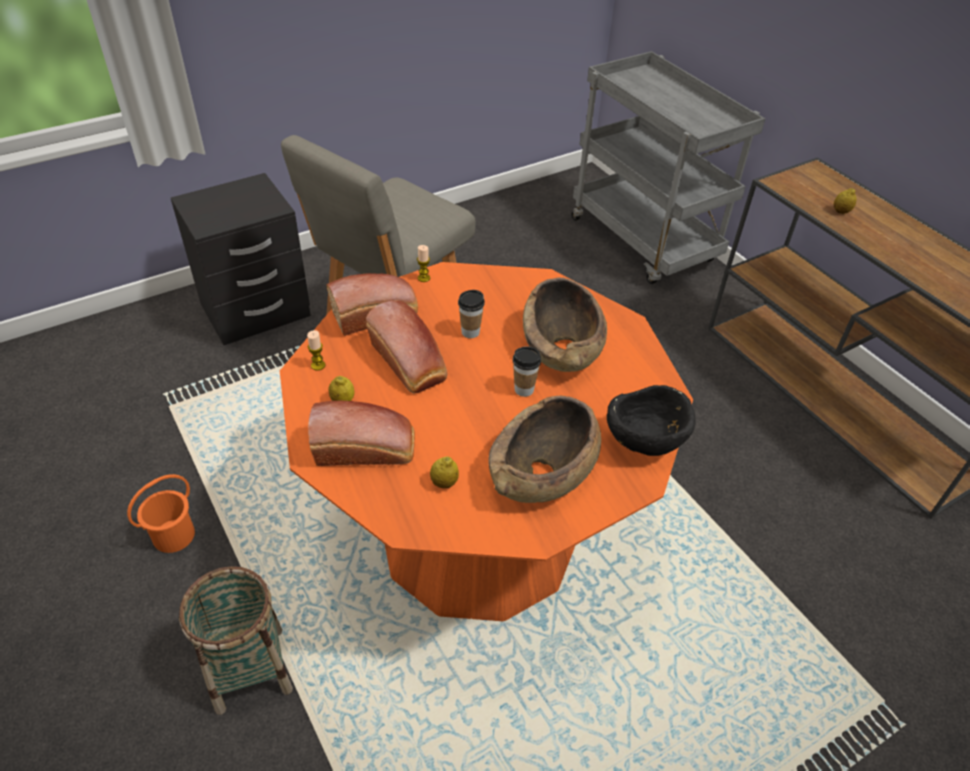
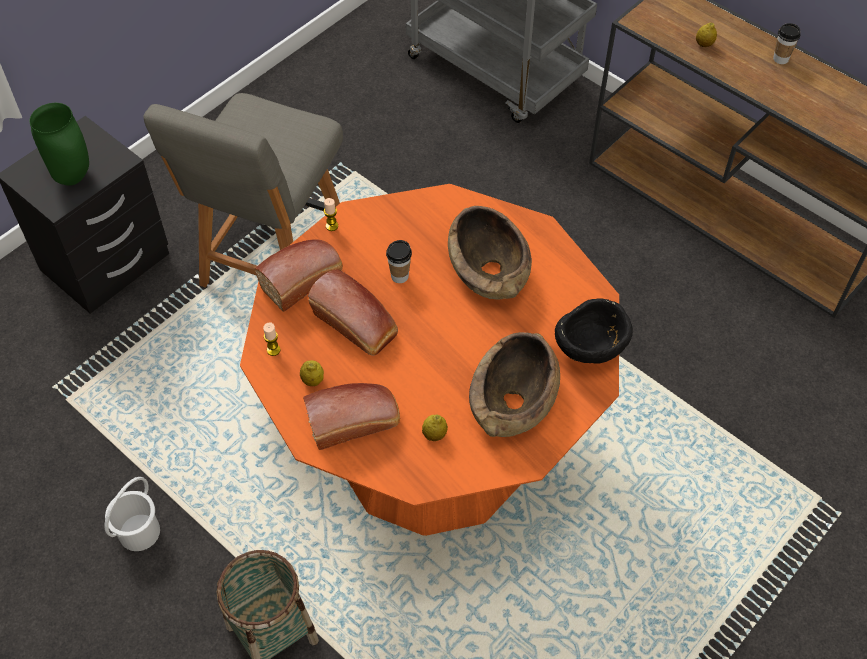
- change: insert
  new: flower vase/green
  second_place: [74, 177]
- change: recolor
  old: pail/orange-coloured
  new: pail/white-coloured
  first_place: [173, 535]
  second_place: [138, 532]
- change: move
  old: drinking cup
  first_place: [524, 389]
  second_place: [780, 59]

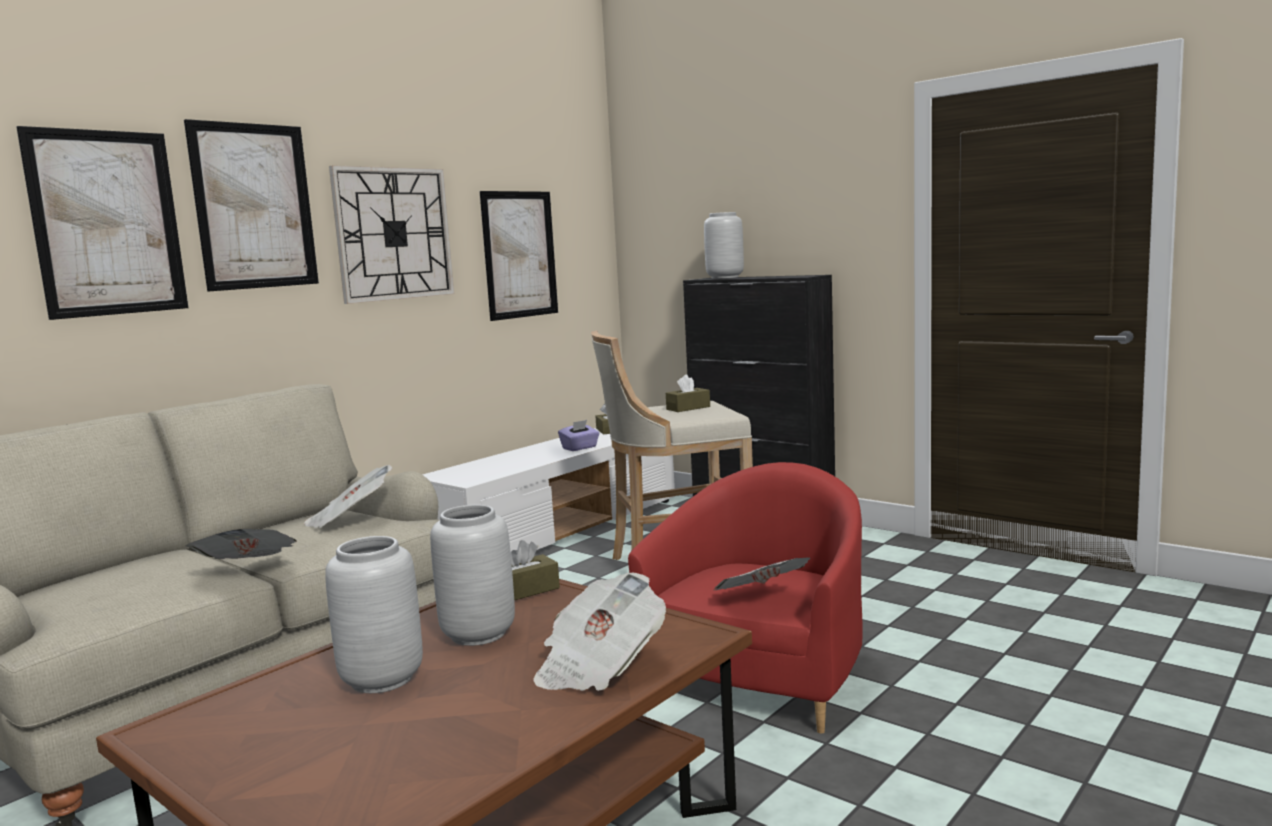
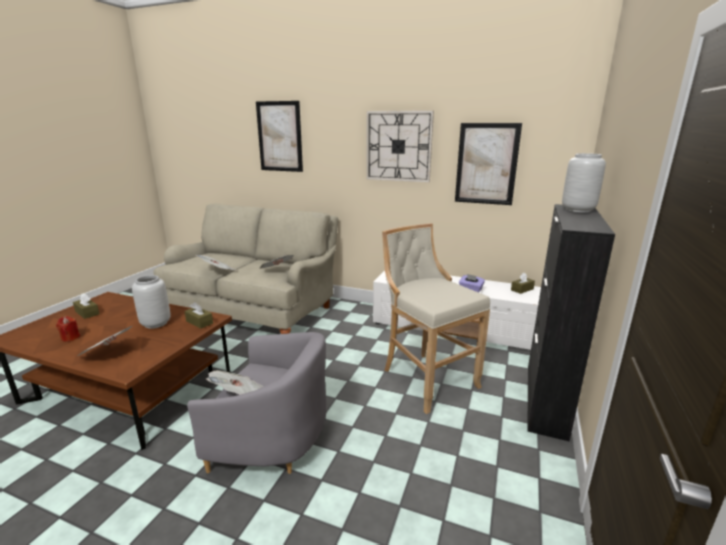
- change: insert
  new: wax candle/red-coloured
  second_place: [70, 337]
- change: move
  old: tissue holder/brownish
  first_place: [688, 408]
  second_place: [87, 313]
- change: recolor
  old: easy chair/red-coloured
  new: easy chair/grey
  first_place: [762, 677]
  second_place: [272, 439]
- change: delete
  old: wall art
  first_place: [254, 206]
- change: delete
  old: flower vase/grey
  first_place: [380, 680]

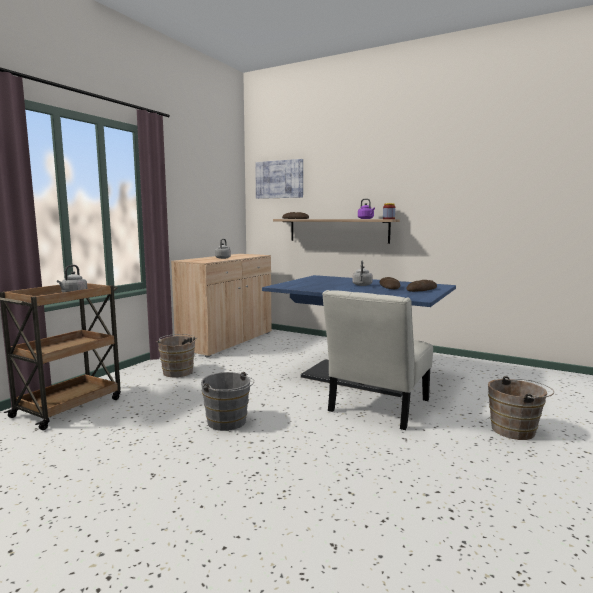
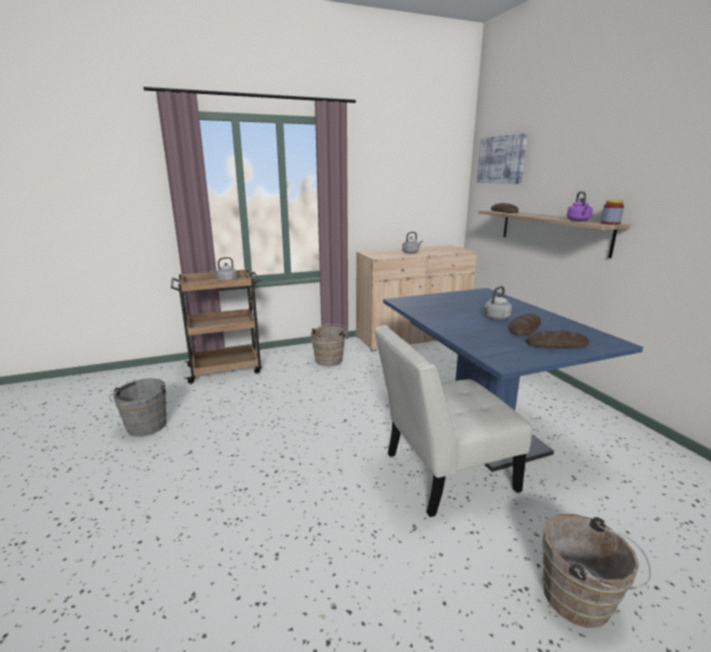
- change: move
  old: pail/grey
  first_place: [228, 423]
  second_place: [145, 428]

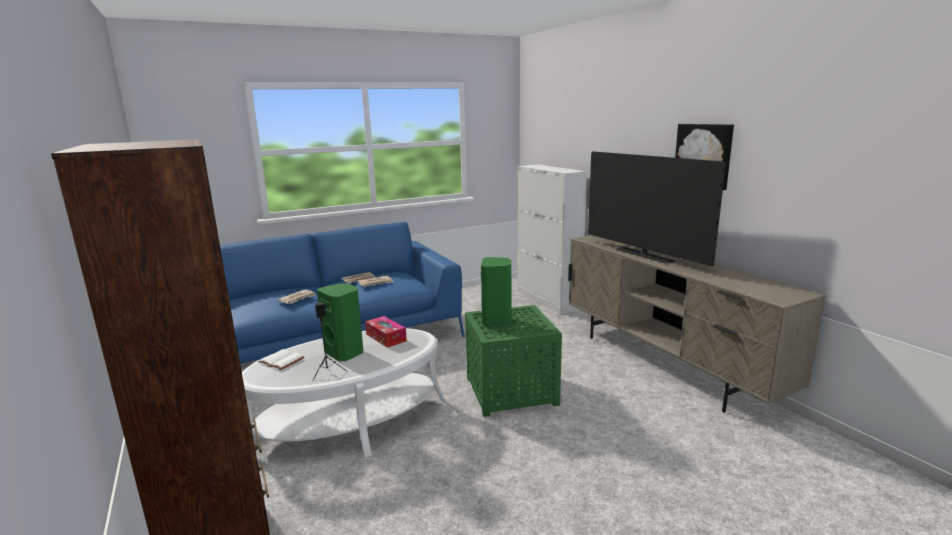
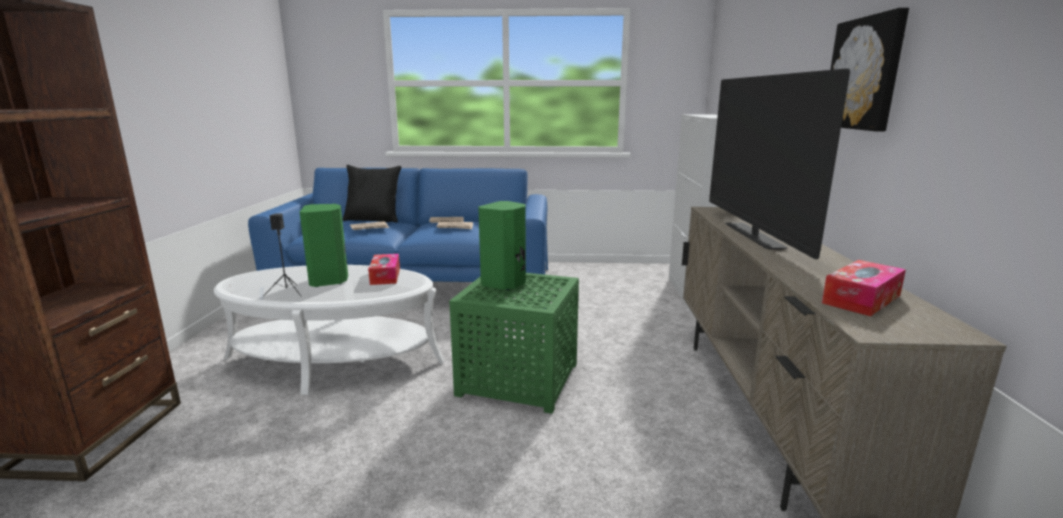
- change: insert
  new: pillow/black
  second_place: [374, 219]
- change: insert
  new: tissue holder
  second_place: [861, 299]
- change: delete
  old: volume/white-coloured
  first_place: [283, 360]

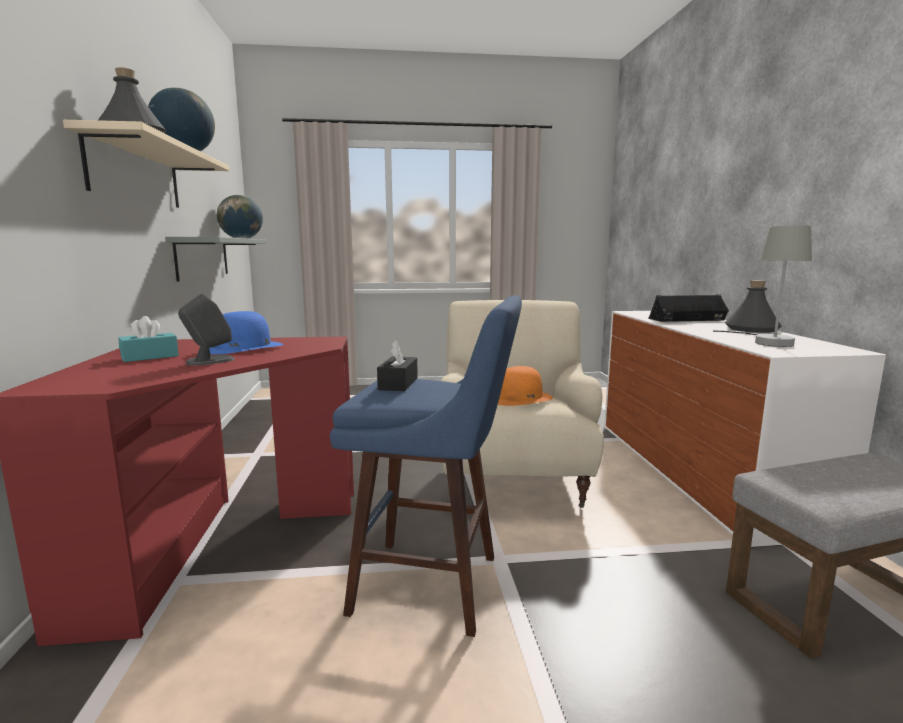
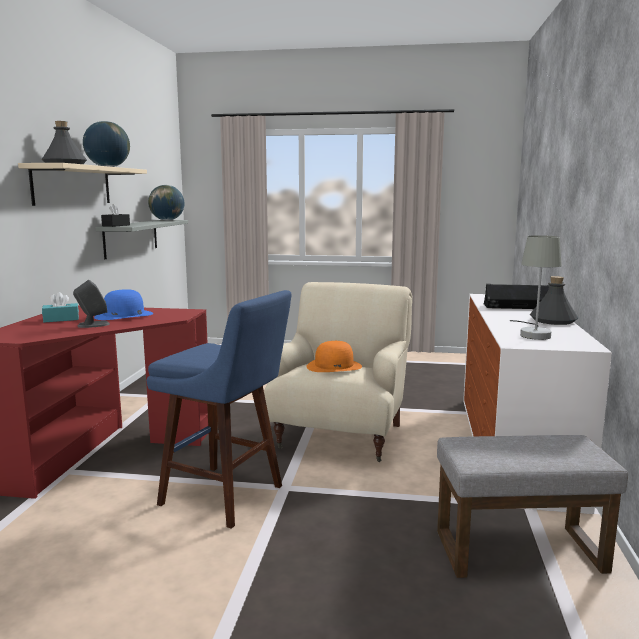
- change: move
  old: tissue holder/black
  first_place: [398, 384]
  second_place: [116, 225]

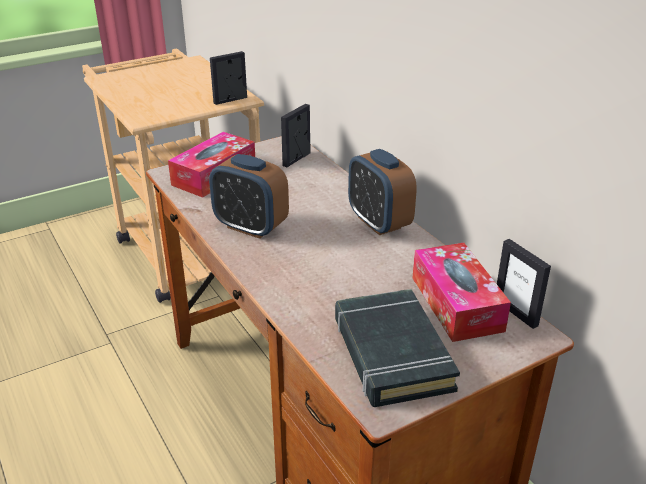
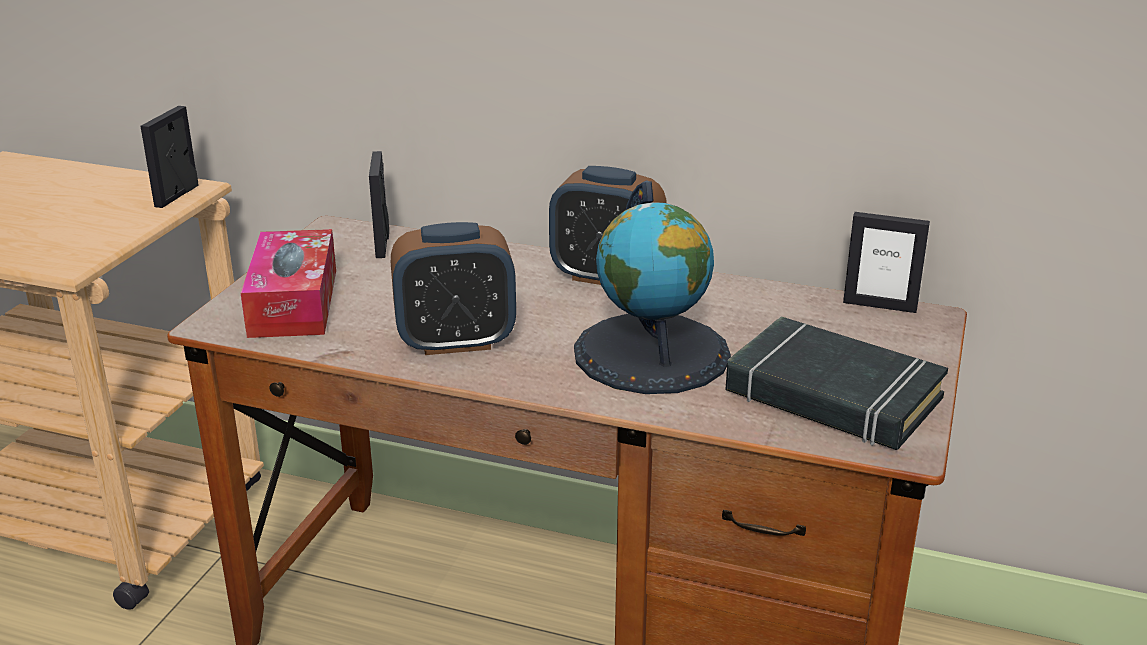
- change: insert
  new: world globe
  second_place: [652, 353]
- change: delete
  old: tissue holder
  first_place: [456, 303]

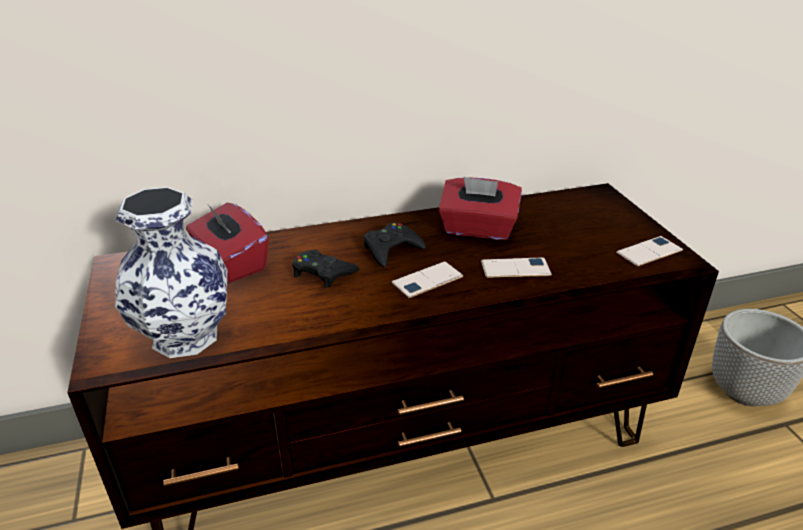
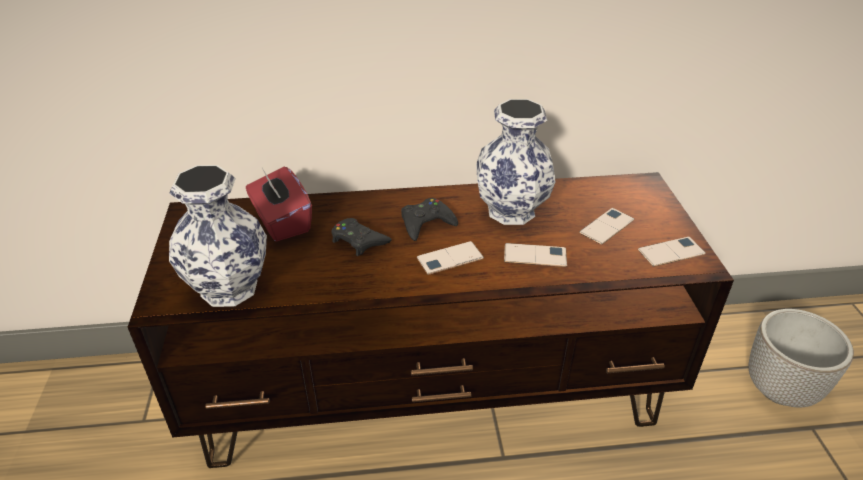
- change: replace
  old: tissue holder/red-coloured
  new: flower vase
  first_place: [478, 229]
  second_place: [512, 210]
- change: insert
  new: handset
  second_place: [606, 226]

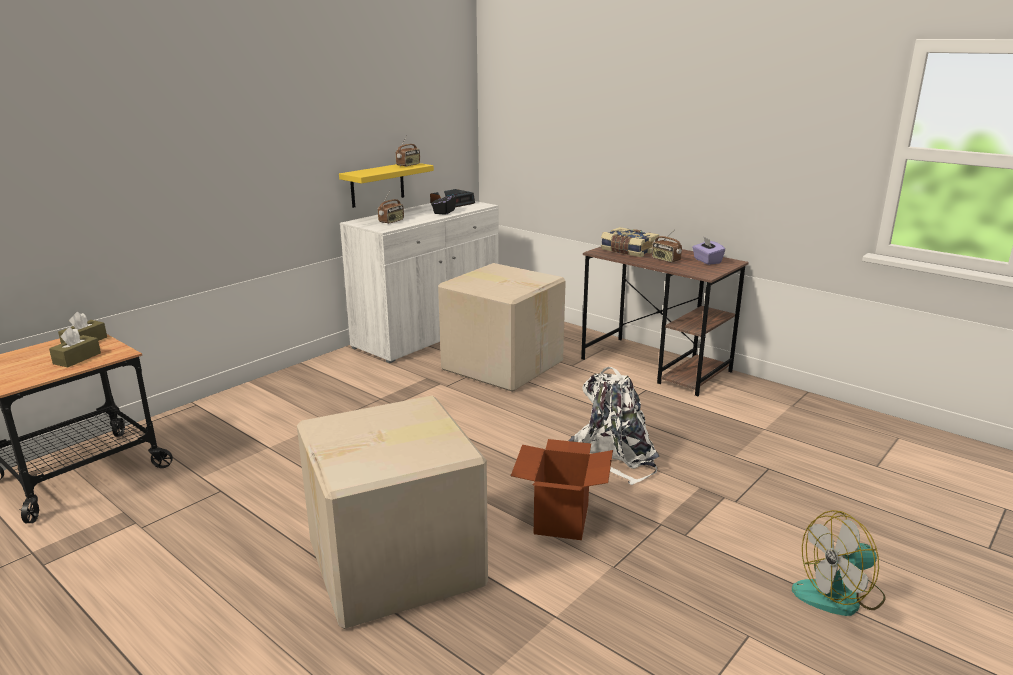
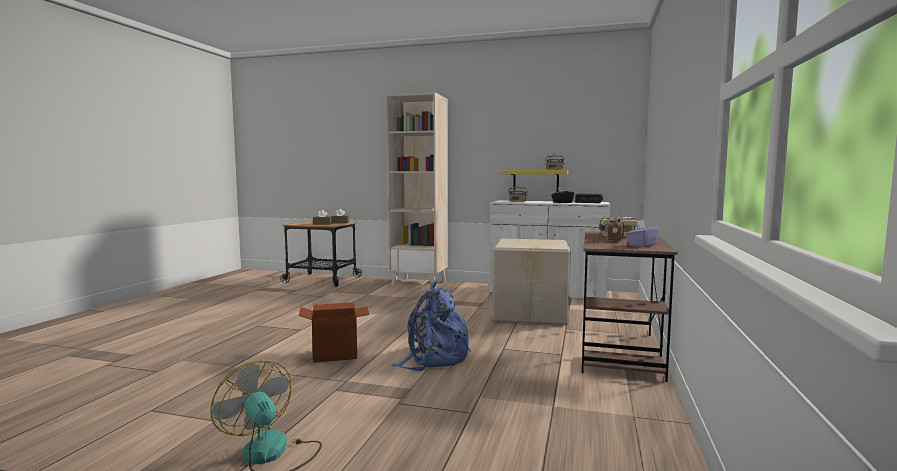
- change: insert
  new: bookcase/beige
  second_place: [419, 284]
- change: recolor
  old: rucksack/white-coloured
  new: rucksack/blue
  first_place: [615, 455]
  second_place: [433, 358]
- change: delete
  old: cardboard box
  first_place: [398, 564]

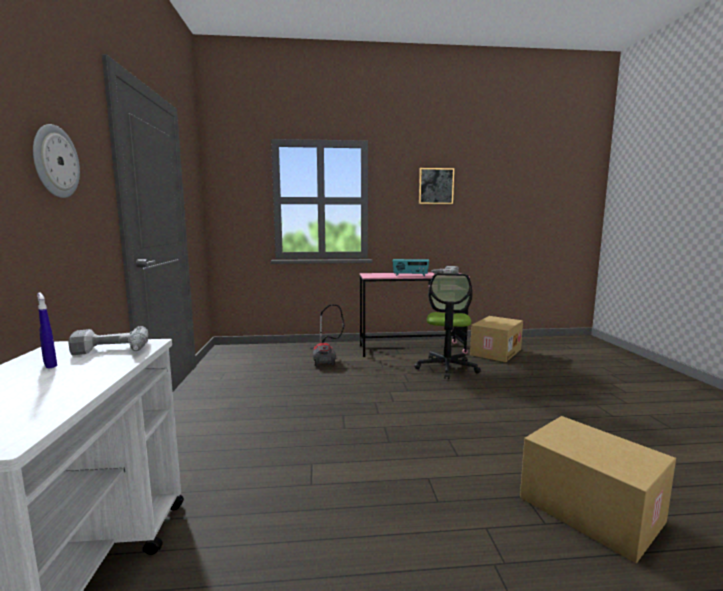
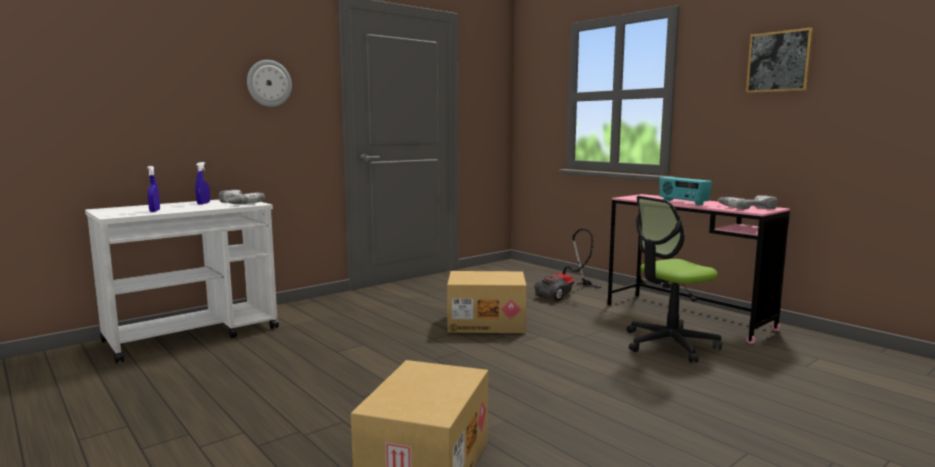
- change: insert
  new: hand sprayer/blue
  second_place: [154, 211]
- change: move
  old: cardboard box
  first_place: [495, 352]
  second_place: [487, 323]

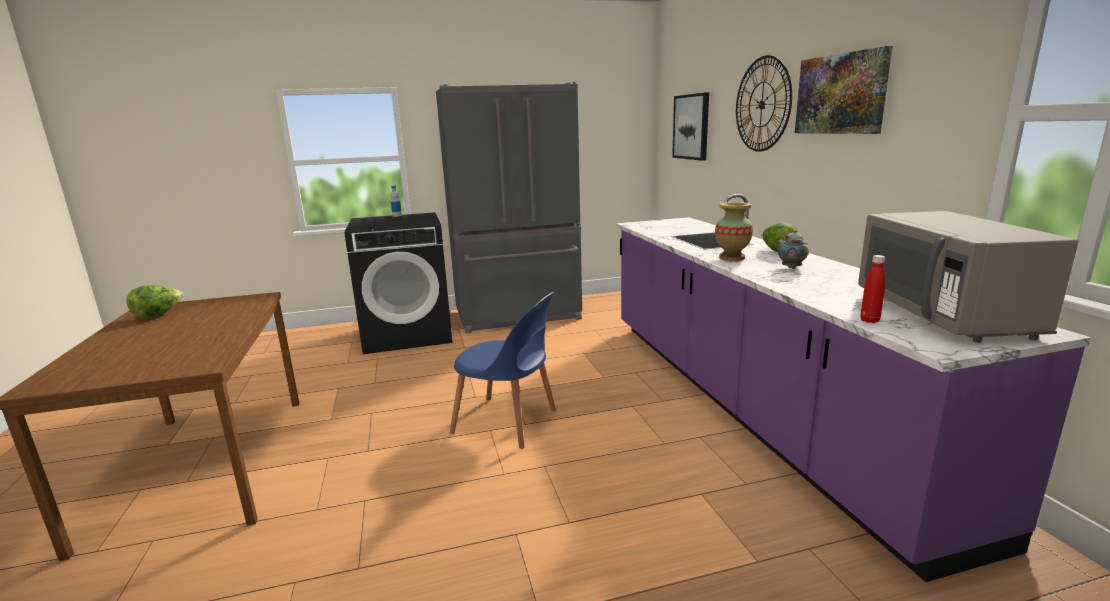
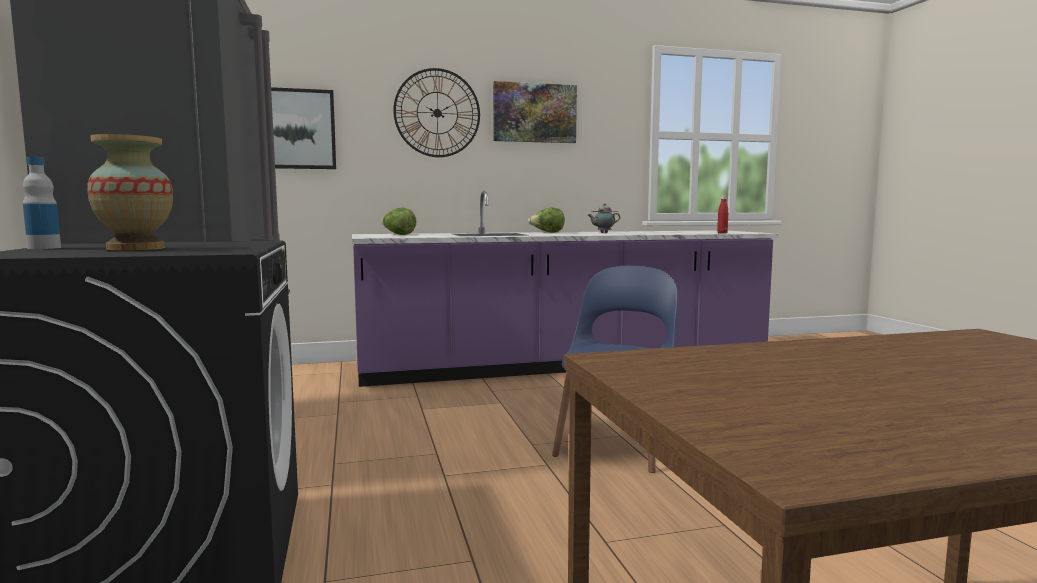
- change: move
  old: flower vase
  first_place: [732, 258]
  second_place: [136, 248]
- change: move
  old: lettuce
  first_place: [158, 315]
  second_place: [398, 235]
- change: delete
  old: microwave/grey
  first_place: [942, 315]

